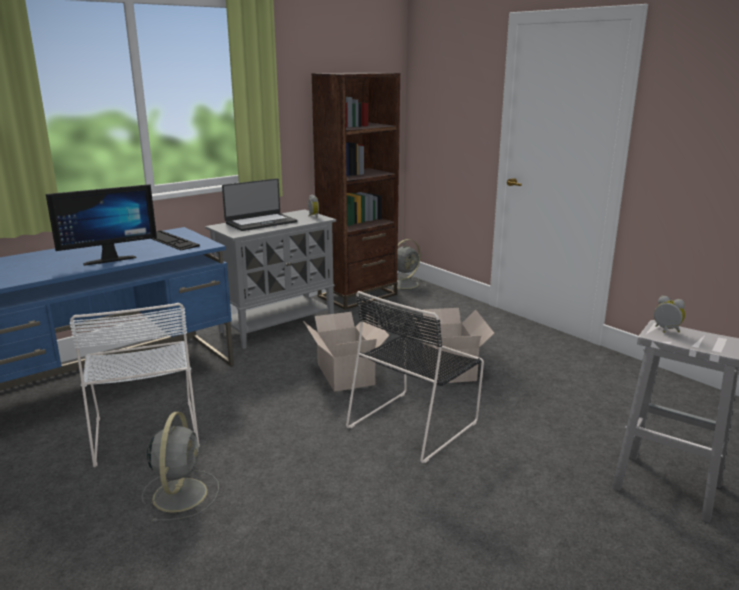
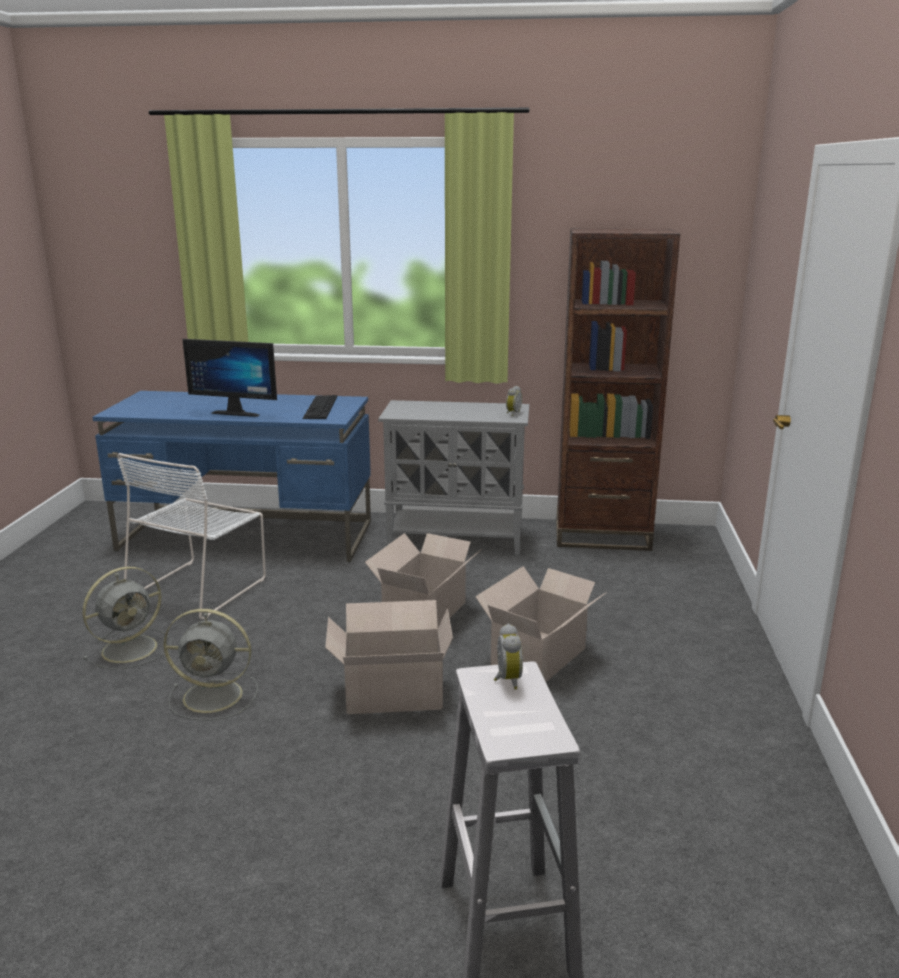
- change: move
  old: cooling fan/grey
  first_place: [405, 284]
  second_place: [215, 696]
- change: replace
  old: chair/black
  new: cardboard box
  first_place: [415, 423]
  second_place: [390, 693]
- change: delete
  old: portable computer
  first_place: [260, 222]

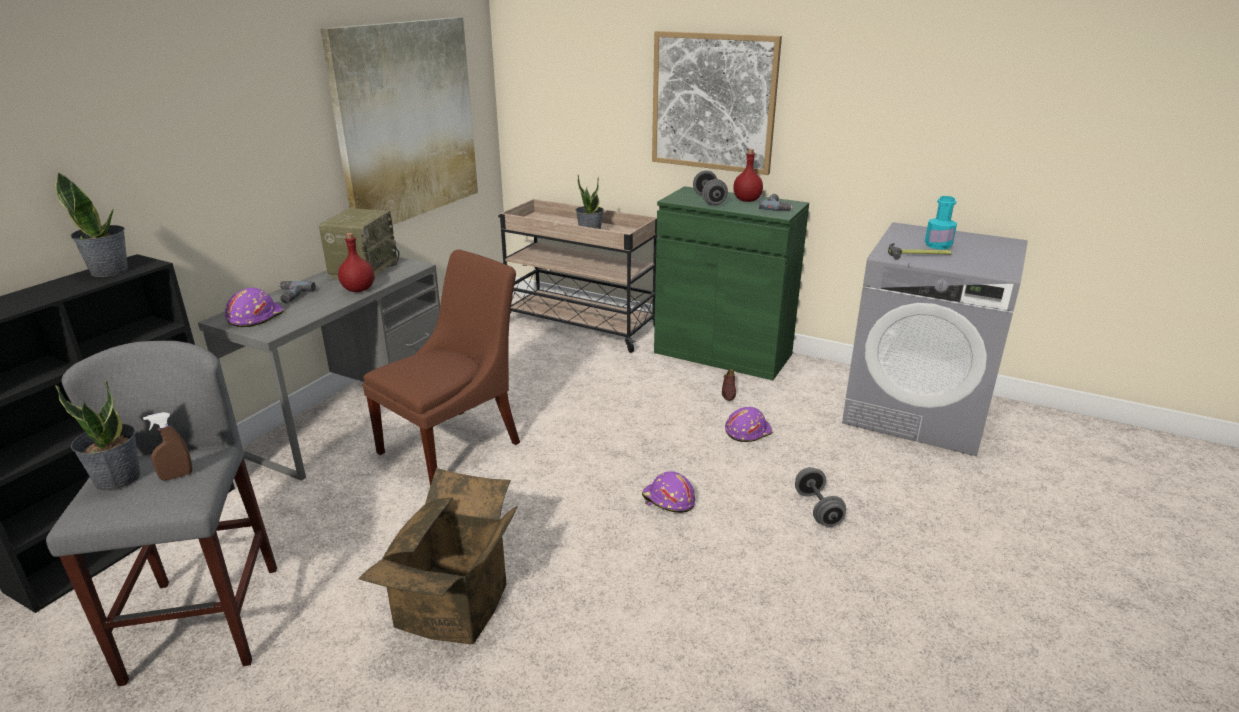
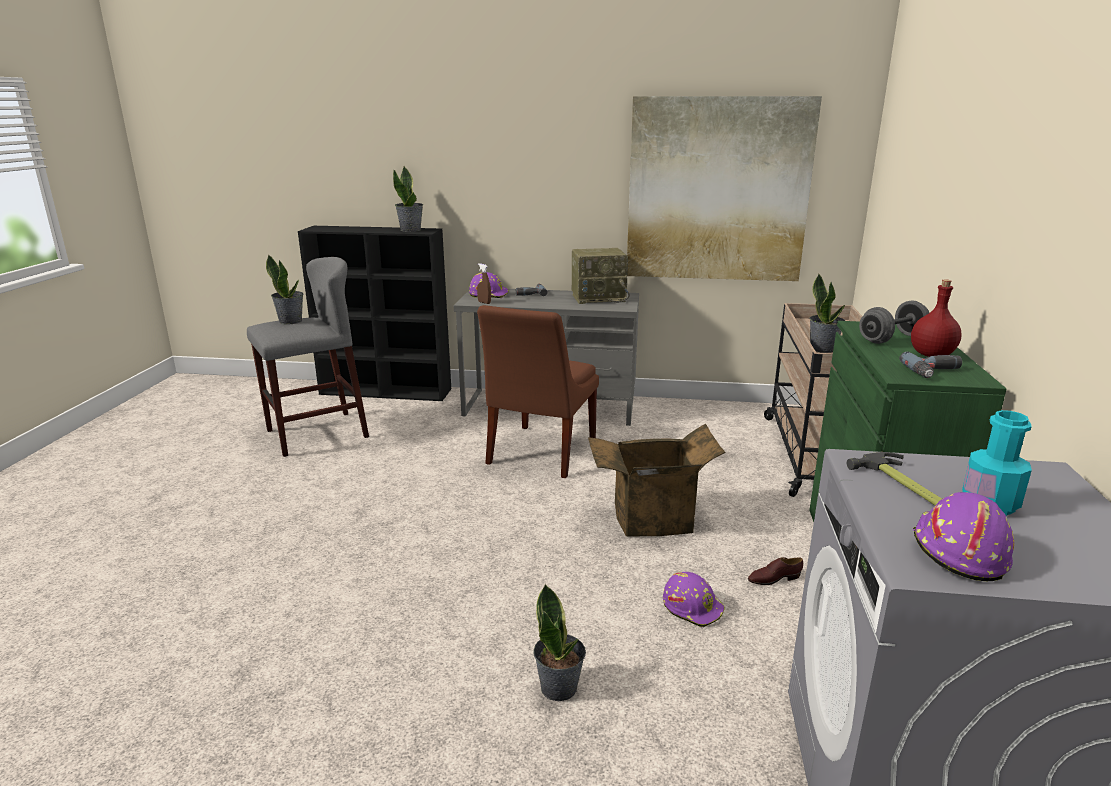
- change: move
  old: hand sprayer/brownish
  first_place: [176, 476]
  second_place: [484, 302]
- change: rotate
  old: chair/brownish
  first_place: [455, 445]
  second_place: [539, 453]
  degrees: 90
- change: replace
  old: free weight/grey
  new: plant in a pot
  first_place: [817, 509]
  second_place: [559, 687]
- change: move
  old: cardboard box
  first_place: [456, 608]
  second_place: [651, 519]
- change: move
  old: work helmet/purplish
  first_place: [668, 501]
  second_place: [957, 550]
- change: delete
  old: bottle/red-coloured
  first_place: [358, 290]
- change: delete
  old: wall art
  first_place: [713, 102]

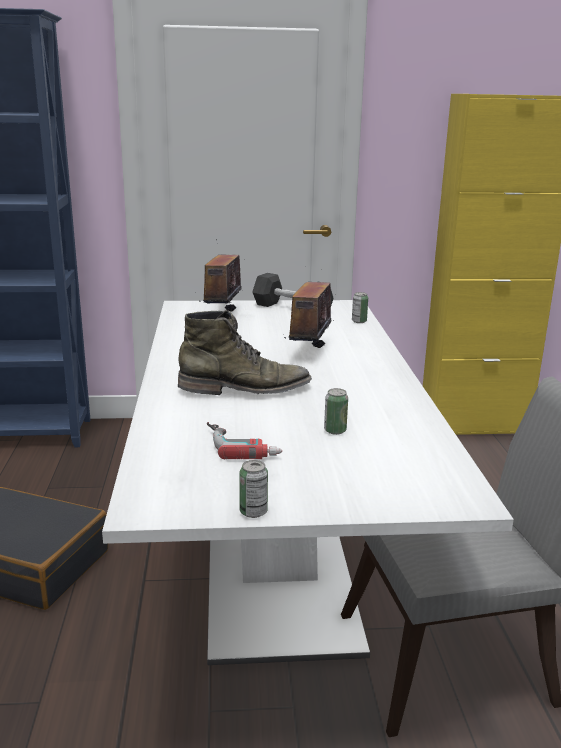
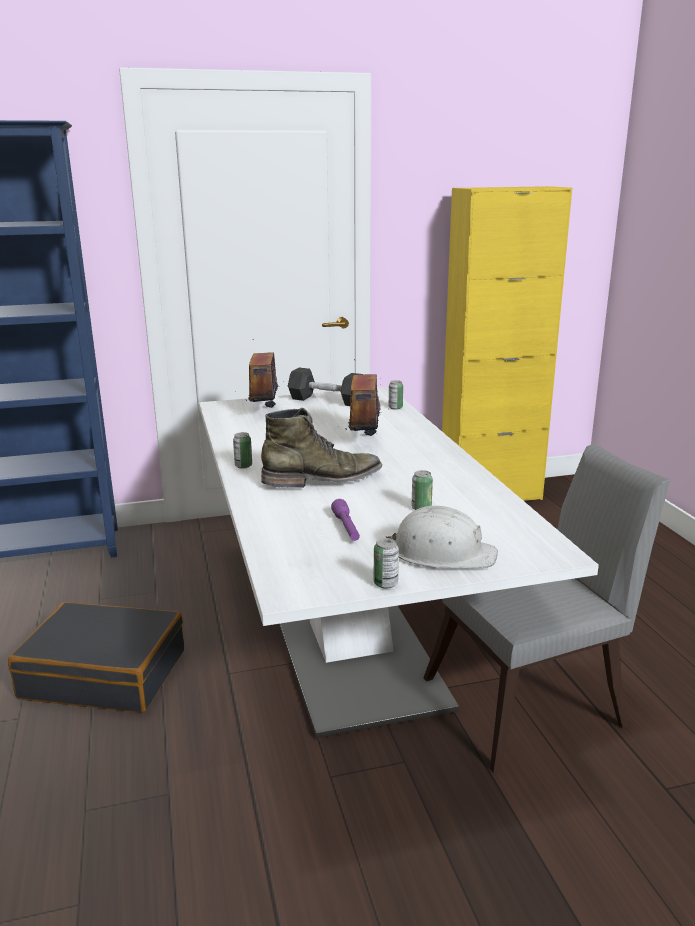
- change: insert
  new: metal can
  second_place: [243, 466]
- change: replace
  old: power drill
  new: hand torch/purplish
  first_place: [243, 444]
  second_place: [346, 528]
- change: insert
  new: work helmet/white-coloured
  second_place: [442, 553]

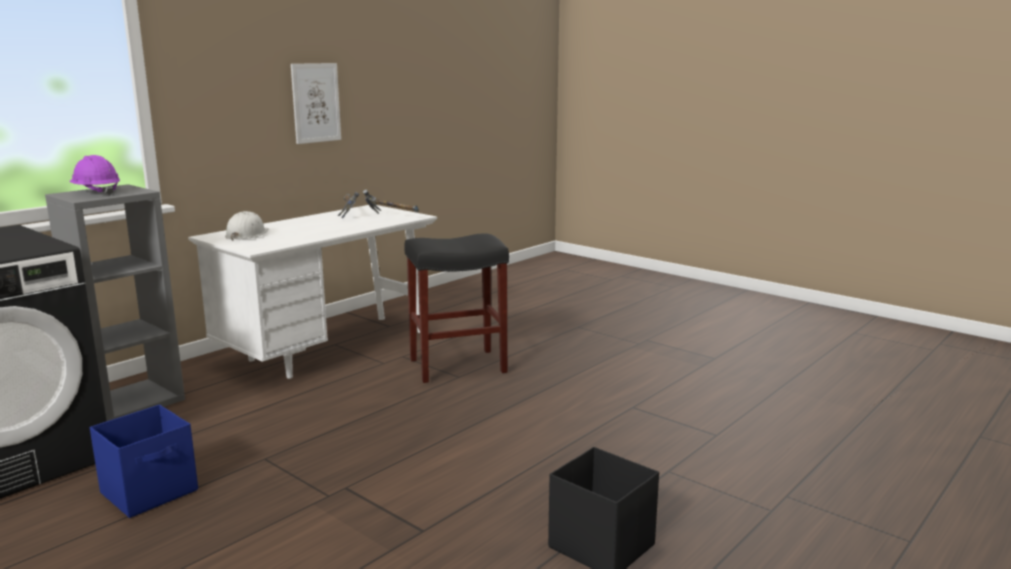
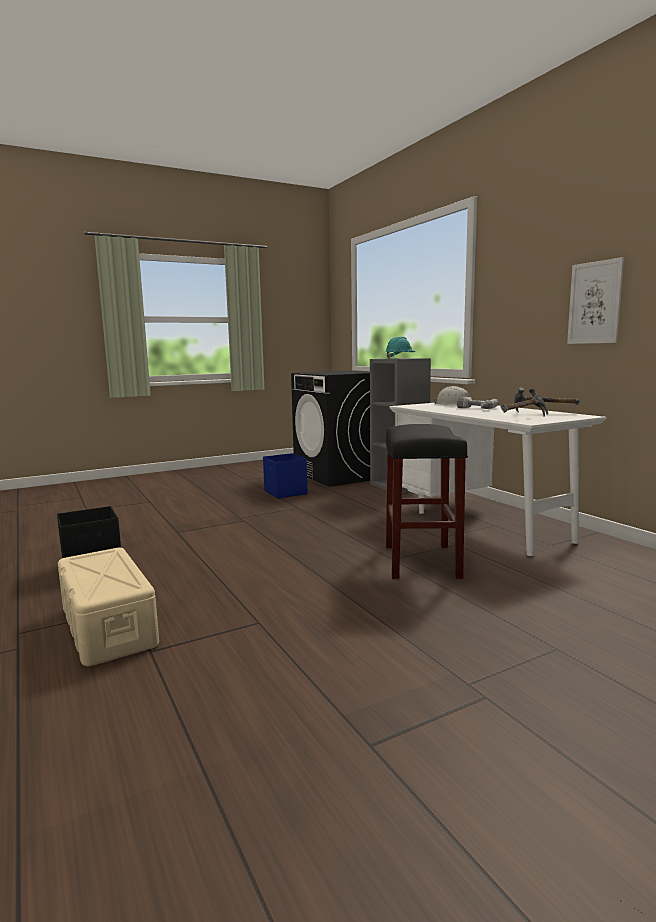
- change: insert
  new: storage box/beige
  second_place: [108, 627]
- change: recolor
  old: work helmet/purplish
  new: work helmet/turquoise
  first_place: [96, 192]
  second_place: [399, 358]
- change: insert
  new: power drill
  second_place: [475, 409]

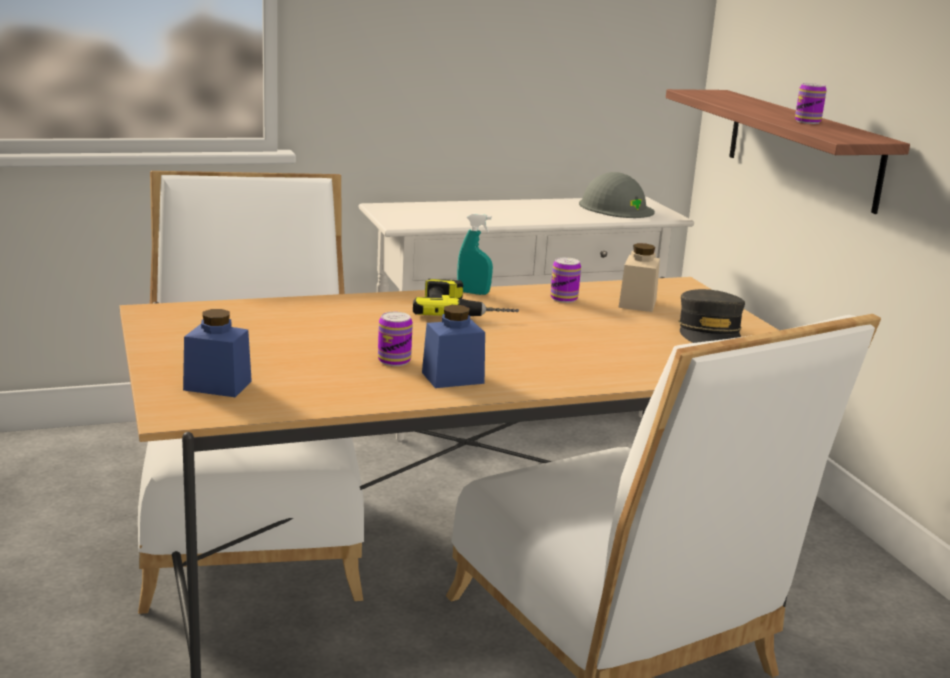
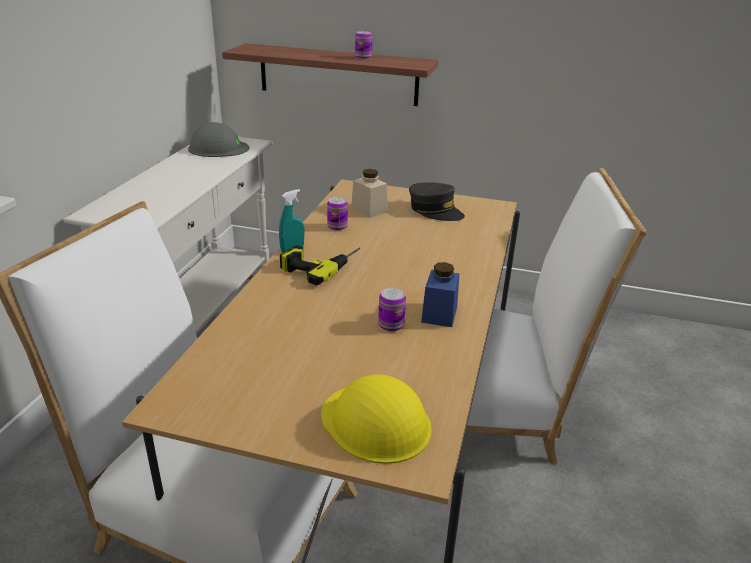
- change: replace
  old: preserve jar/blue
  new: work helmet/yellow-coloured
  first_place: [217, 385]
  second_place: [376, 422]

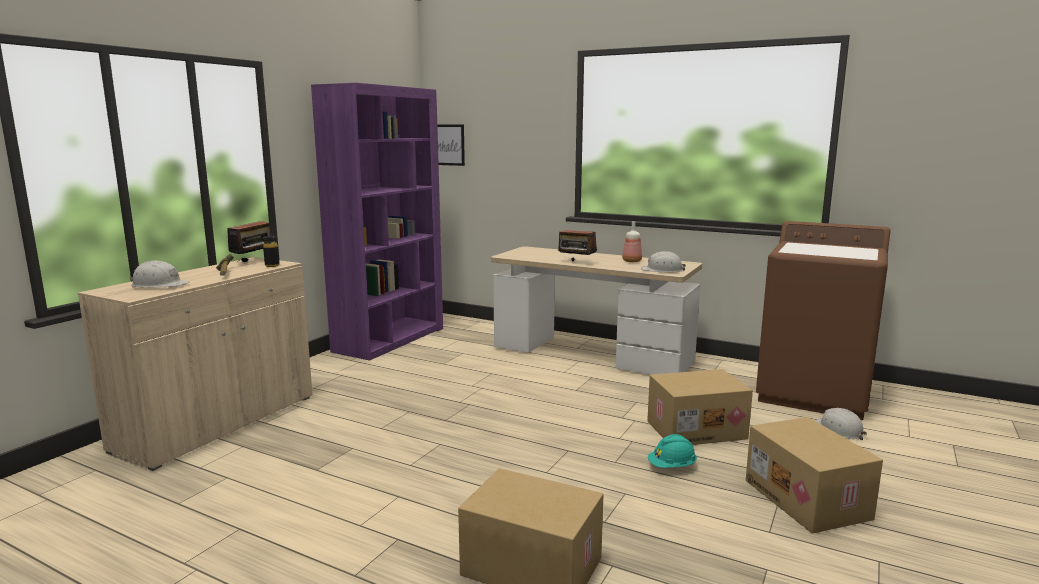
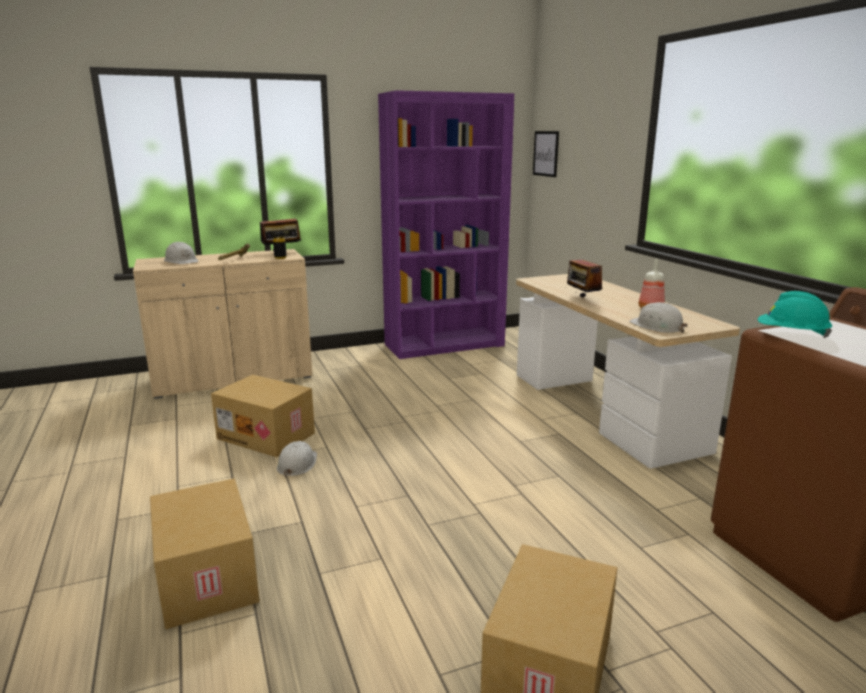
- change: move
  old: cardboard box
  first_place: [696, 429]
  second_place: [267, 435]
- change: move
  old: work helmet/white-coloured
  first_place: [839, 430]
  second_place: [297, 464]
- change: move
  old: work helmet/turquoise
  first_place: [672, 467]
  second_place: [791, 335]

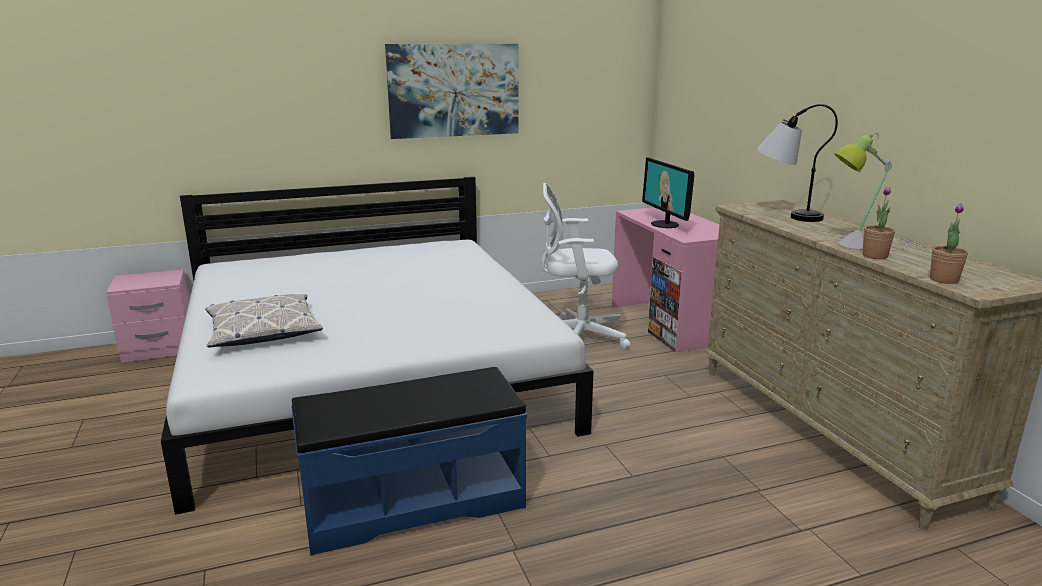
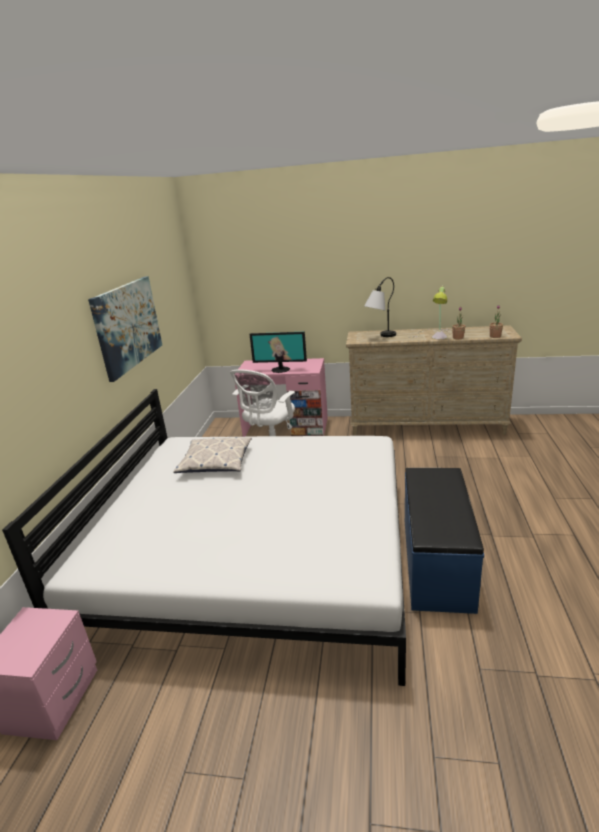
- change: move
  old: pillow
  first_place: [263, 331]
  second_place: [215, 462]

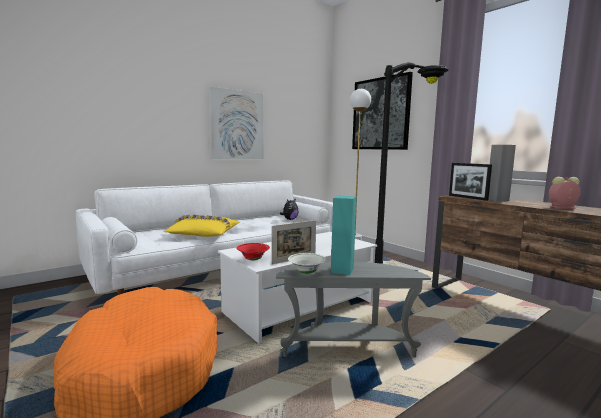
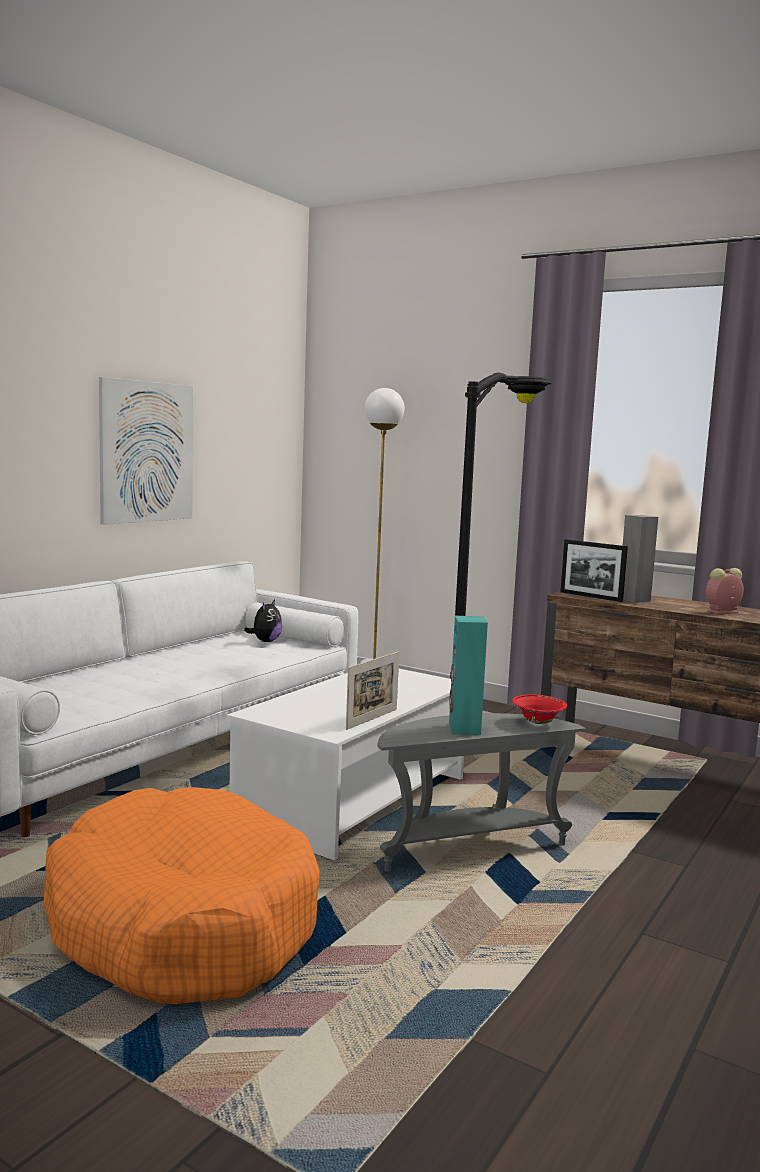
- change: move
  old: deep dish/red-coloured
  first_place: [253, 259]
  second_place: [538, 722]
- change: delete
  old: pillow/yellow-coloured
  first_place: [203, 234]
- change: delete
  old: deep dish/white-coloured
  first_place: [306, 272]
- change: delete
  old: wall art
  first_place: [380, 114]

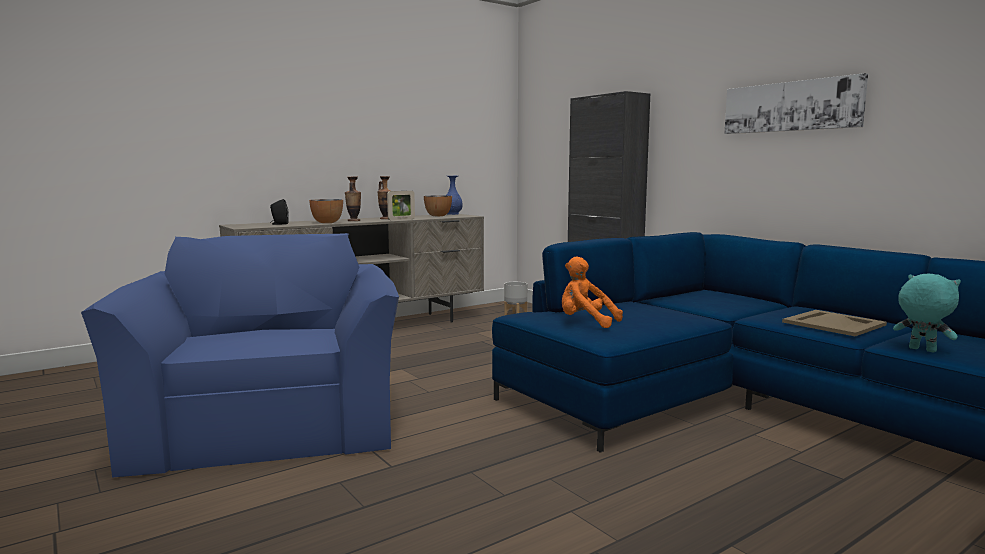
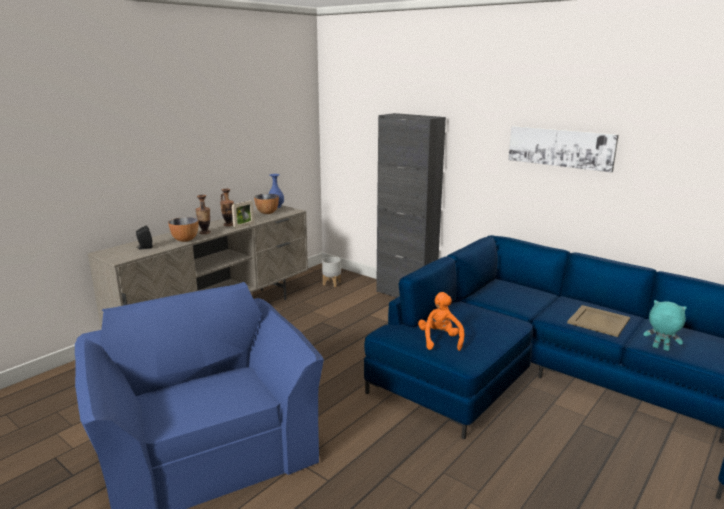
- change: rotate
  old: soft toy/orange-coloured
  first_place: [585, 322]
  second_place: [440, 340]
  degrees: 75

